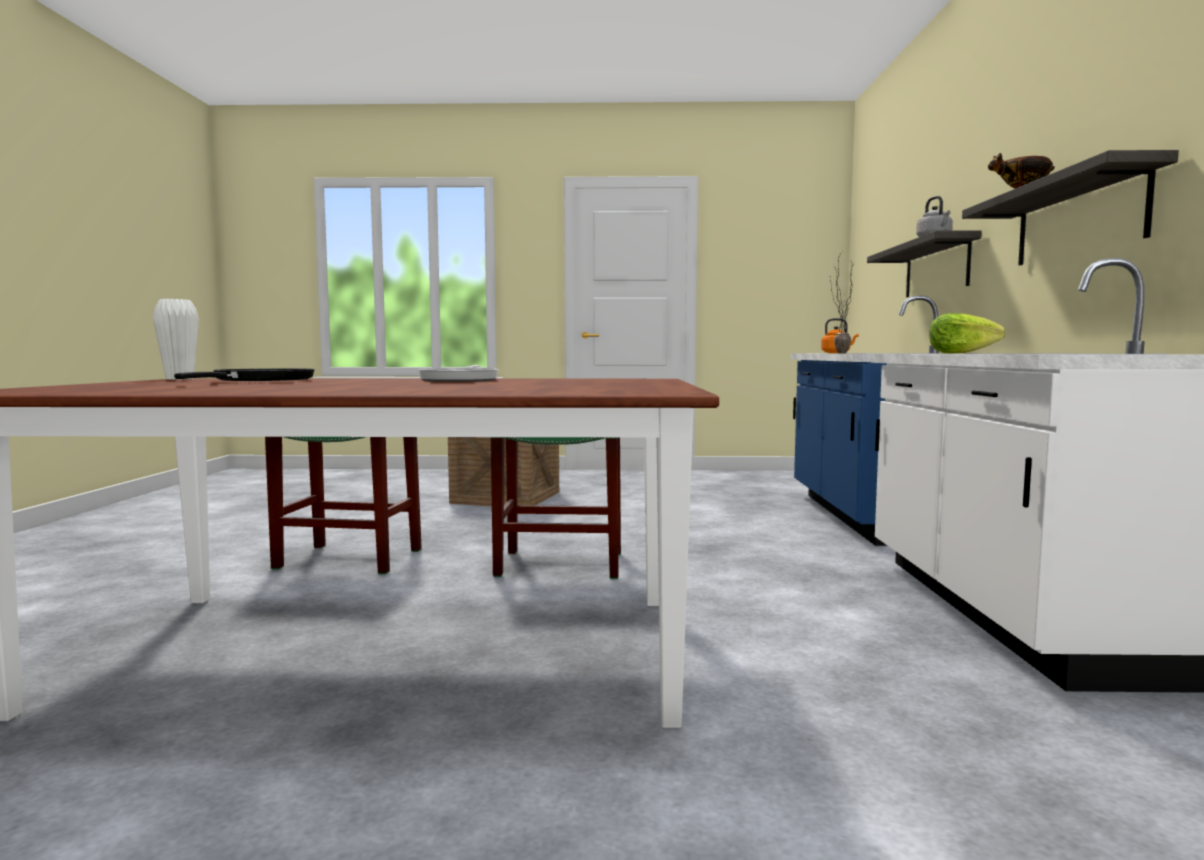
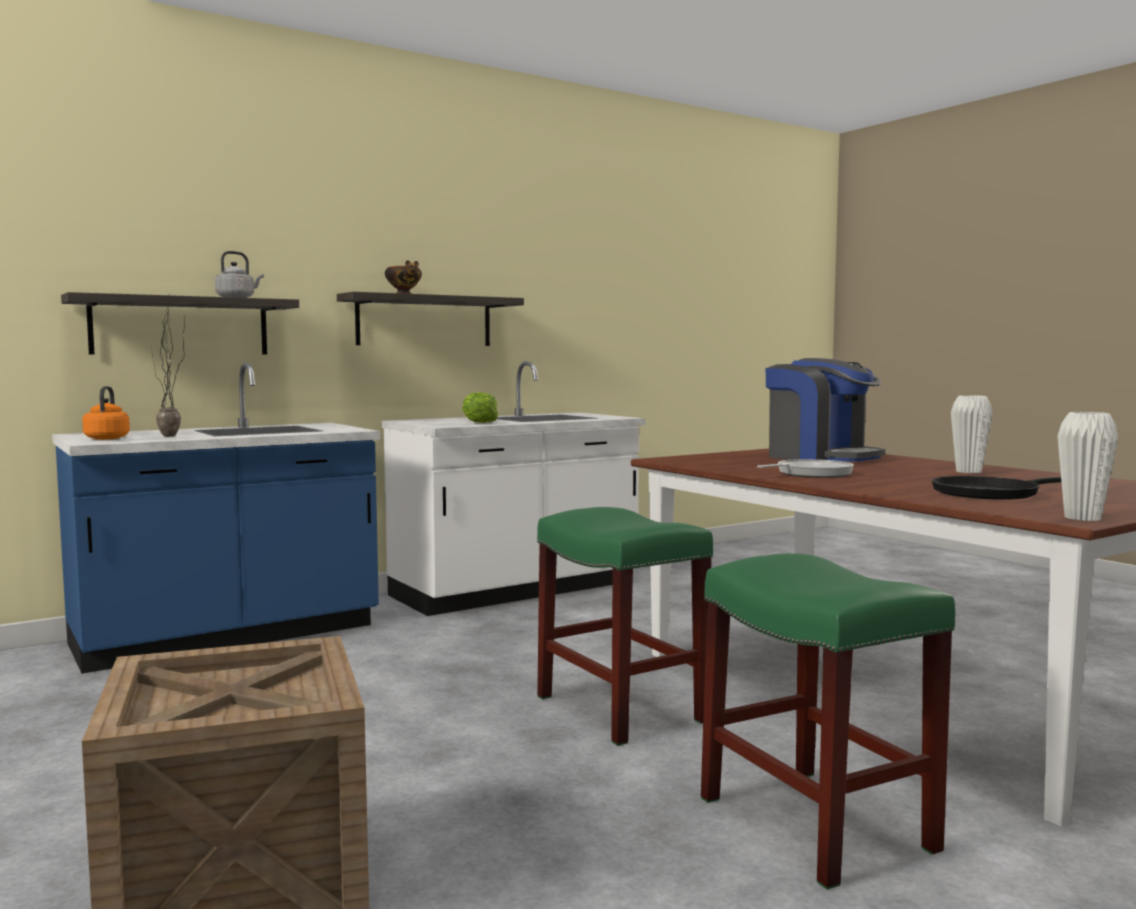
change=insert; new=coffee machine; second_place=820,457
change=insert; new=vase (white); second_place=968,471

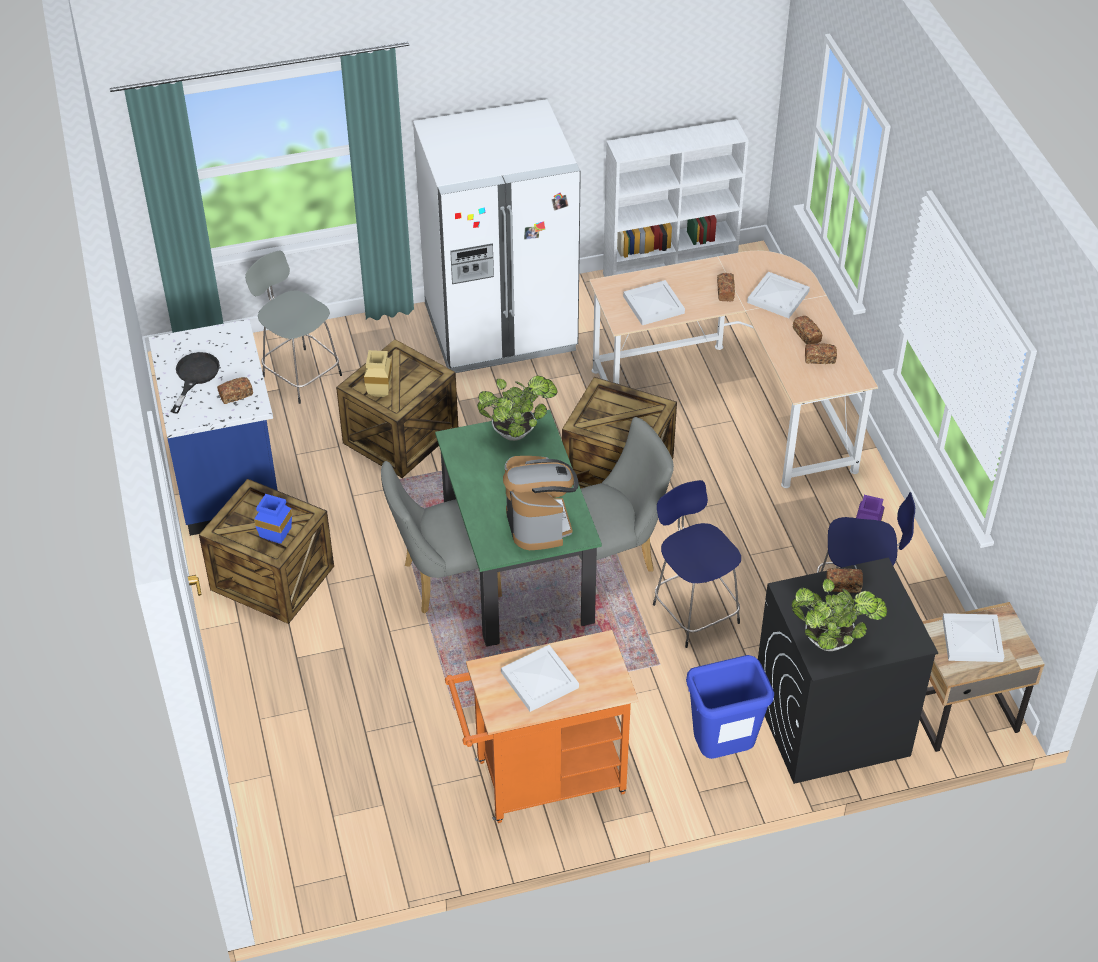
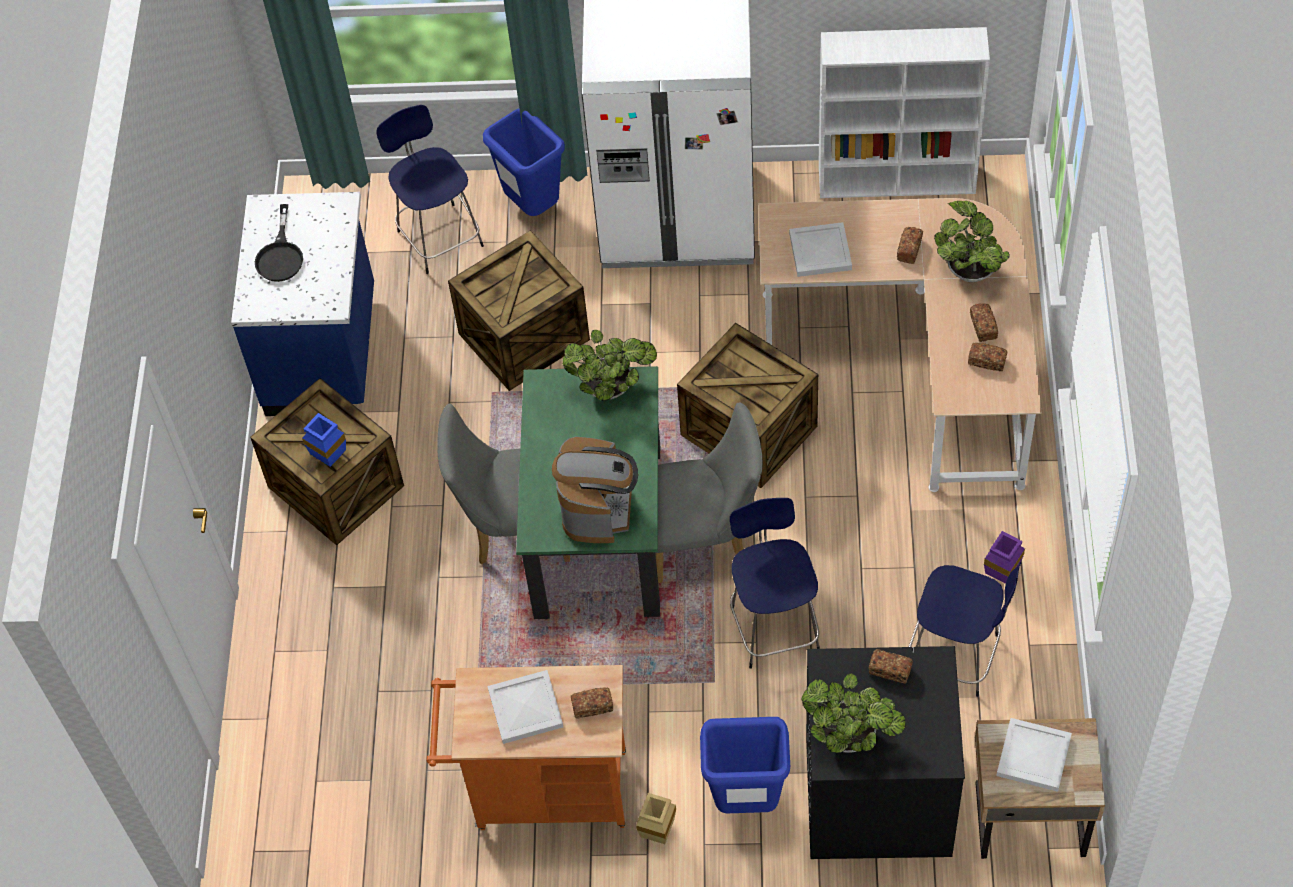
change=recolor; old=stool (grey); new=stool (blue); first_place=300,374; second_place=439,236
change=replace; old=tray (white); new=potted plant; first_place=778,298; second_place=969,269
change=move; old=vase (beige); first_place=379,392; second_place=657,830
change=rotate; old=frying pan (black); first_place=194,376; second_place=280,255; degrees=150
change=move; old=bread; first_place=236,395; second_place=592,706
change=insert; new=trash can (blue); second_place=532,206

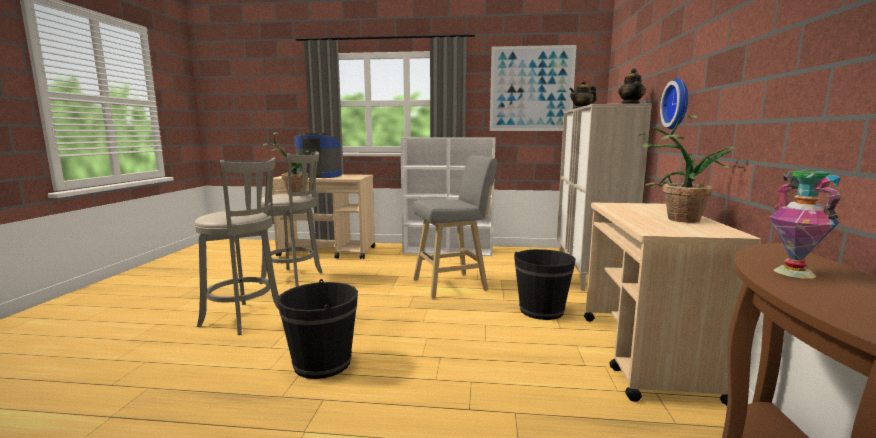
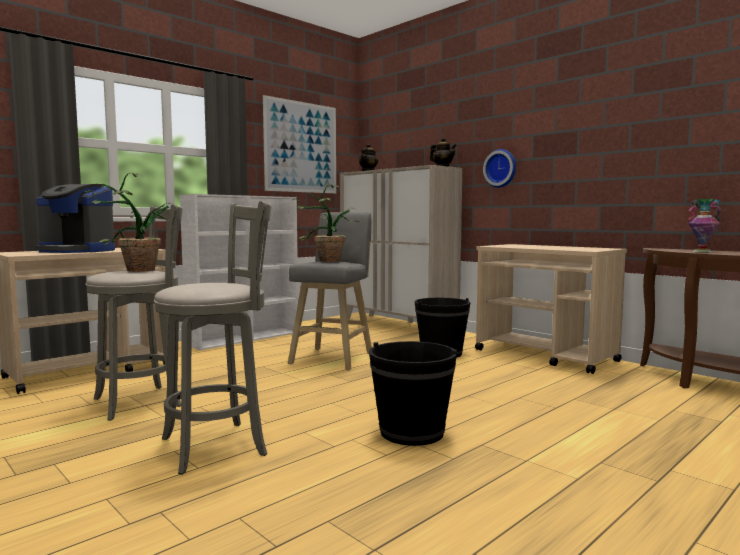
change=move; old=potted plant; first_place=674,219; second_place=324,261
change=rotate; old=coffee machine; first_place=319,176; second_place=76,251; degrees=-120

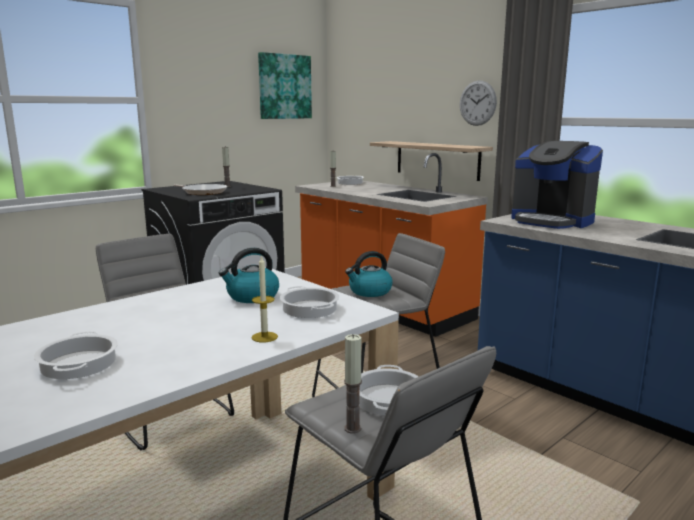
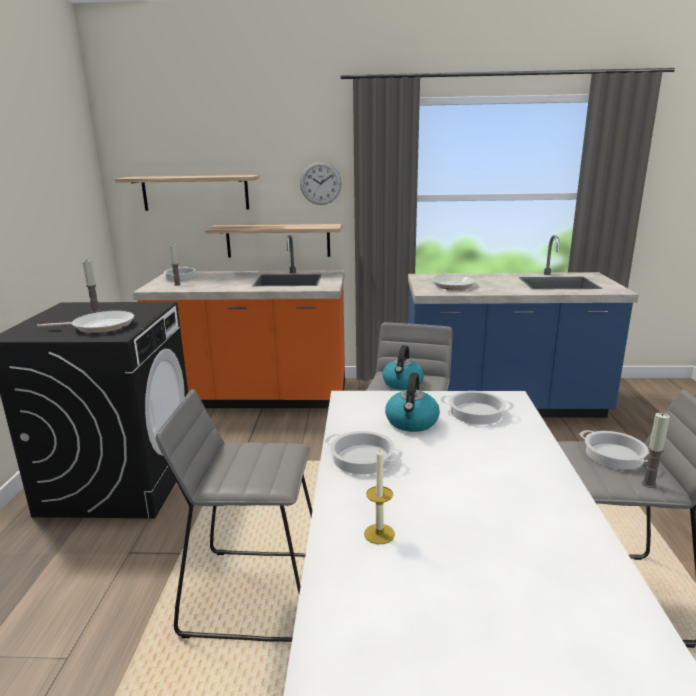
change=delete; old=picture; first_place=284,86
change=replace; old=coffee machine; new=frying pan; first_place=552,221; second_place=453,285
change=move; old=candle; first_place=264,337; second_place=379,534
change=move; old=cooking pot; first_place=78,363; second_place=361,458
change=insert; new=shelf; second_place=195,193

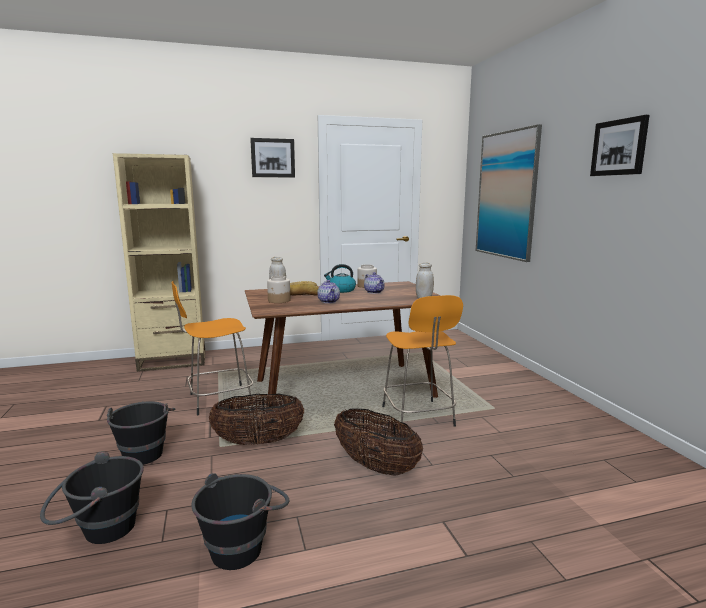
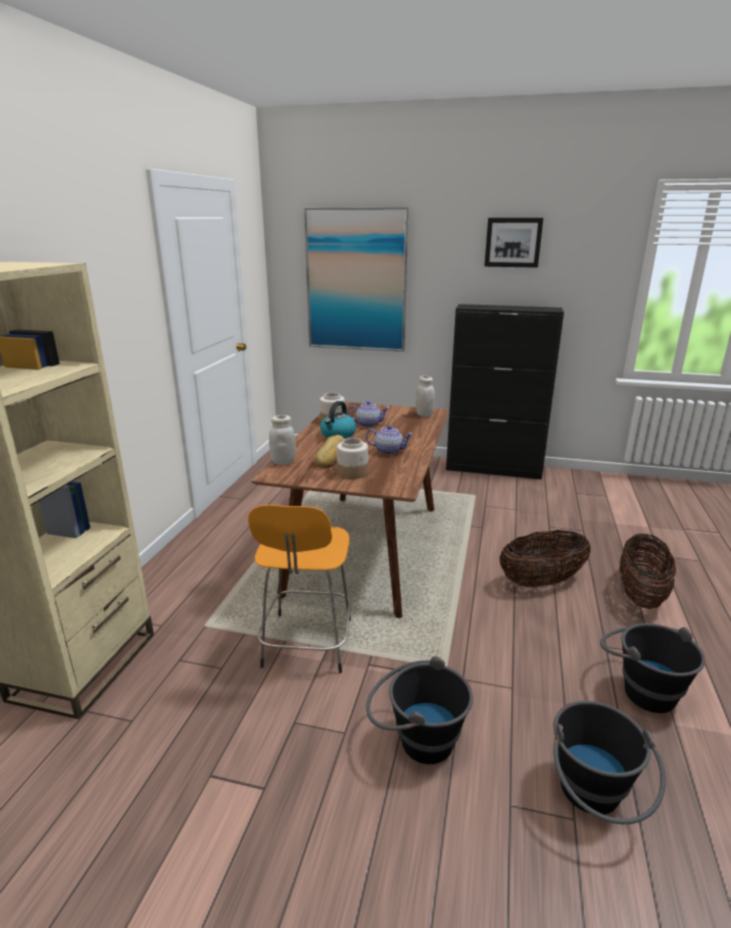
change=delete; old=picture; first_place=272,158
change=delete; old=stool (orange); first_place=418,418
change=move; old=basket; first_place=258,442; second_place=640,594
change=insert; new=cabinet (black); second_place=494,469

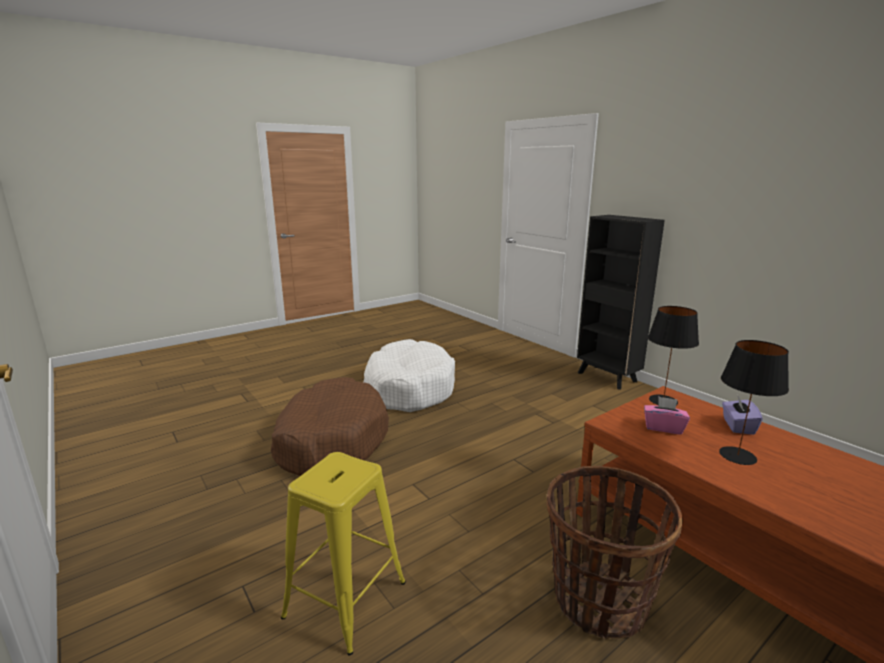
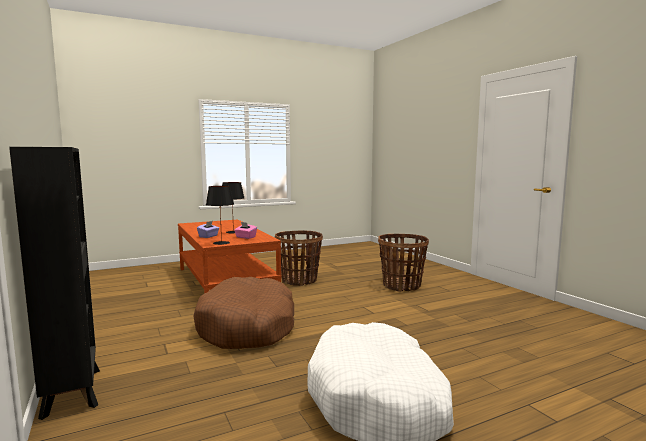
change=move; old=dog bed (brown); first_place=330,440; second_place=248,327
change=replace; old=stool (yellow); new=basket; first_place=345,599; second_place=401,286

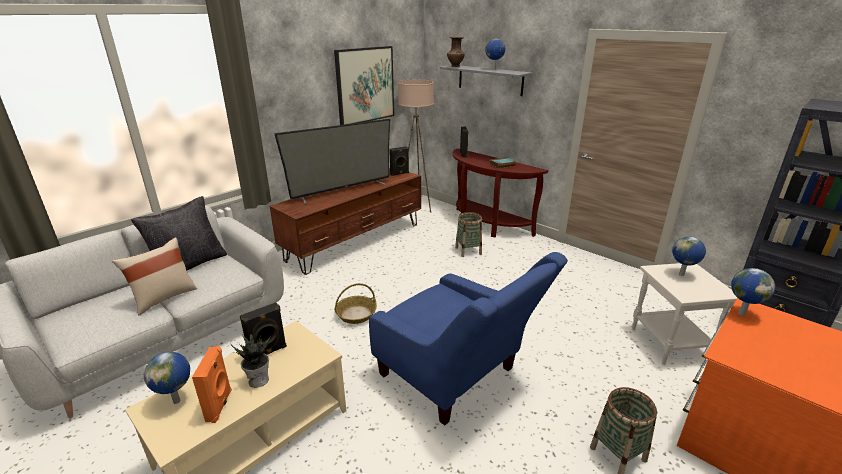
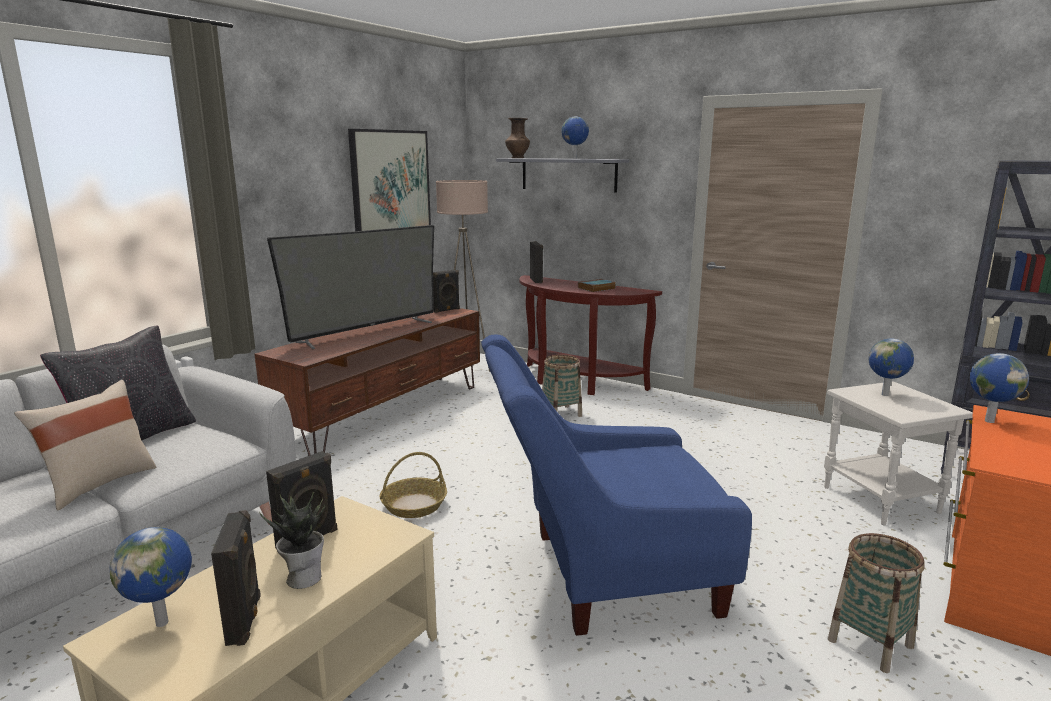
change=rotate; old=armchair (blue); first_place=457,379; second_place=601,575; degrees=135
change=recolor; old=speaker (orange); new=speaker (black); first_place=220,405; second_place=245,620

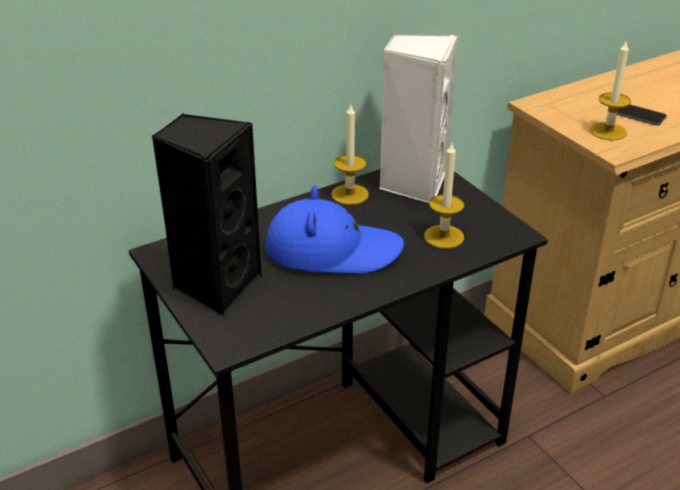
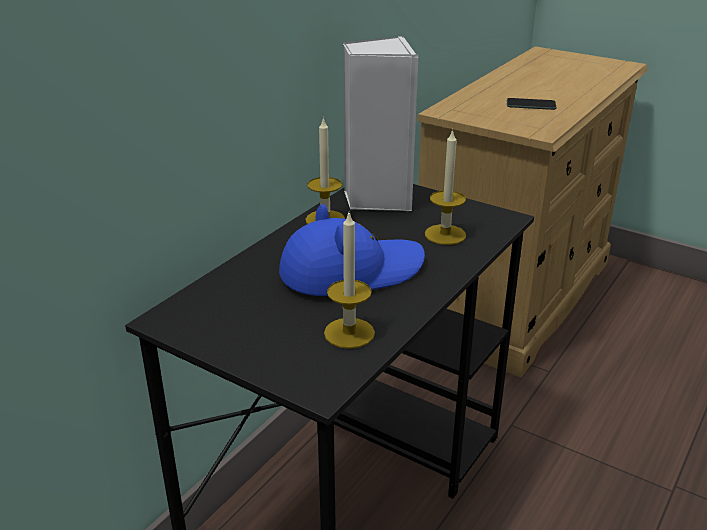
change=move; old=candle; first_place=608,131; second_place=349,333
change=delete; old=speaker (black); first_place=215,285

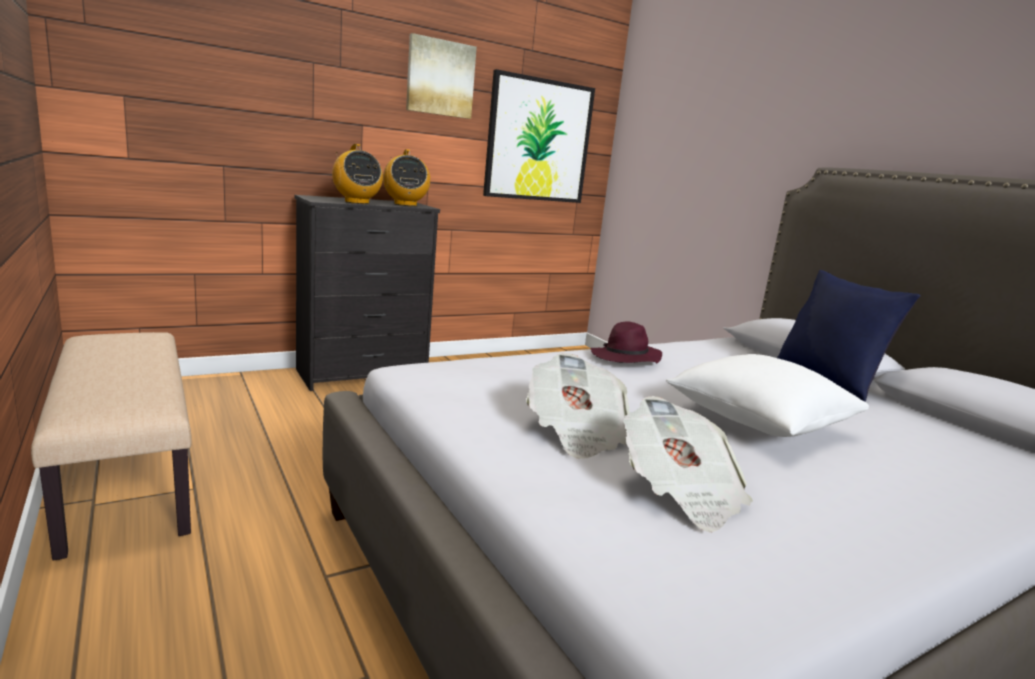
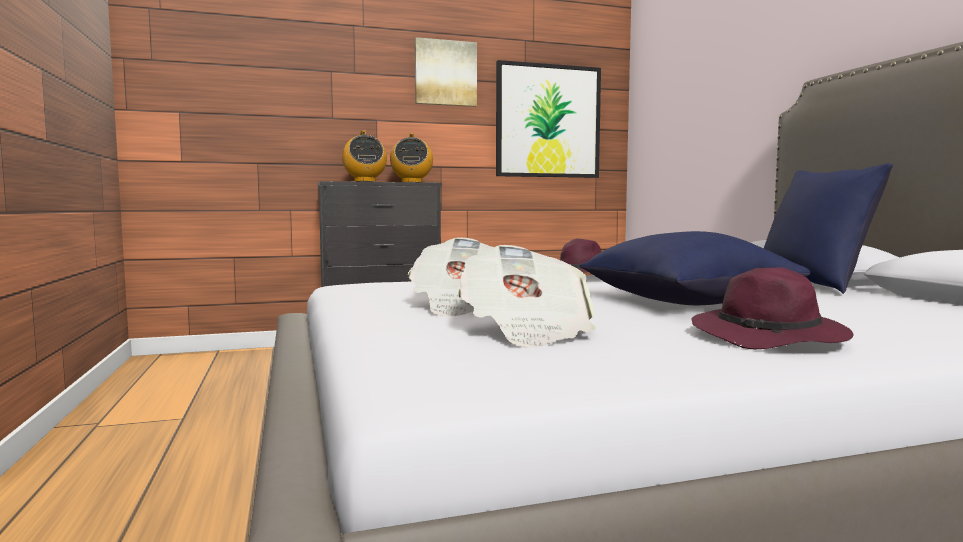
change=delete; old=bench (beige); first_place=125,476
change=recolor; old=pillow (white); new=pillow (blue); first_place=758,421; second_place=685,302
change=insert; new=hat (purple); second_place=770,338

